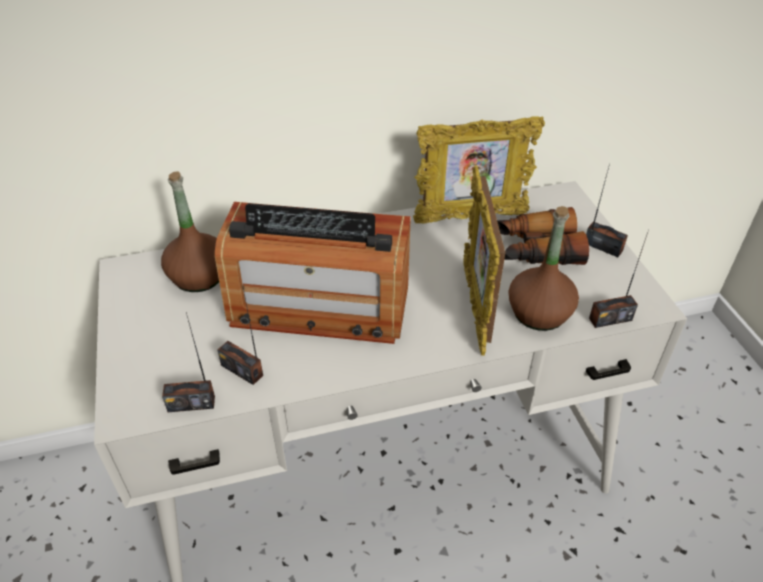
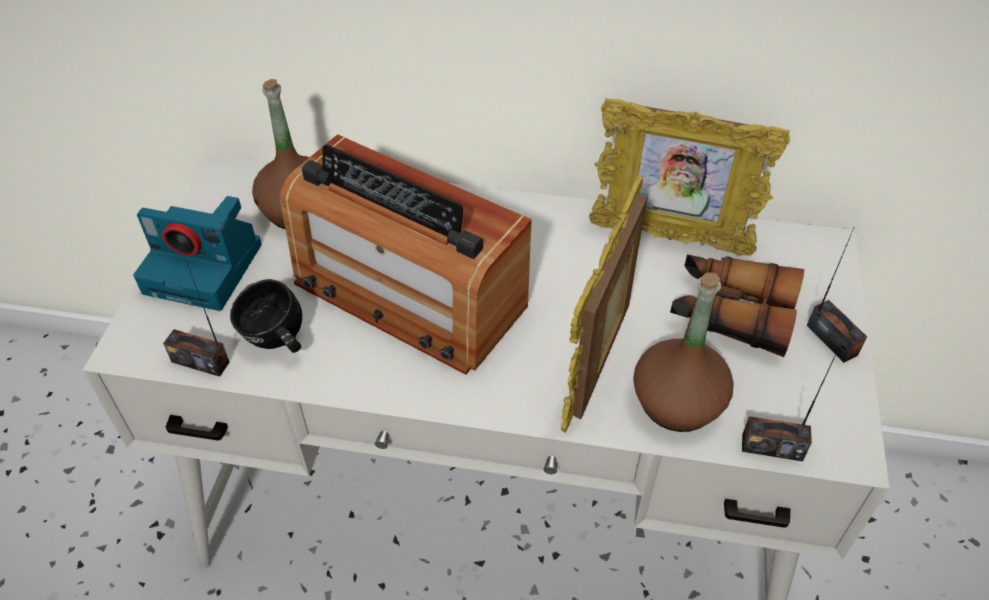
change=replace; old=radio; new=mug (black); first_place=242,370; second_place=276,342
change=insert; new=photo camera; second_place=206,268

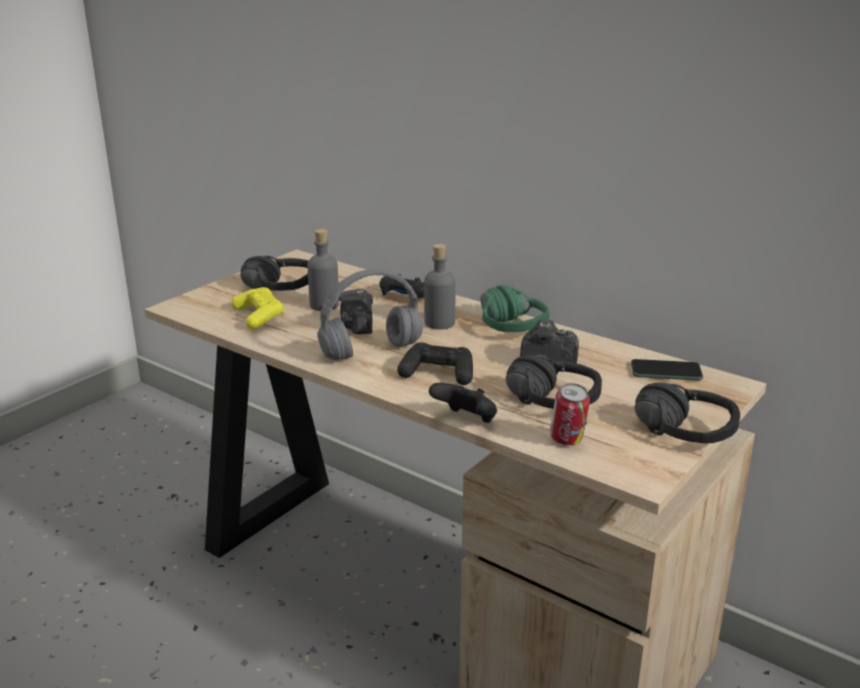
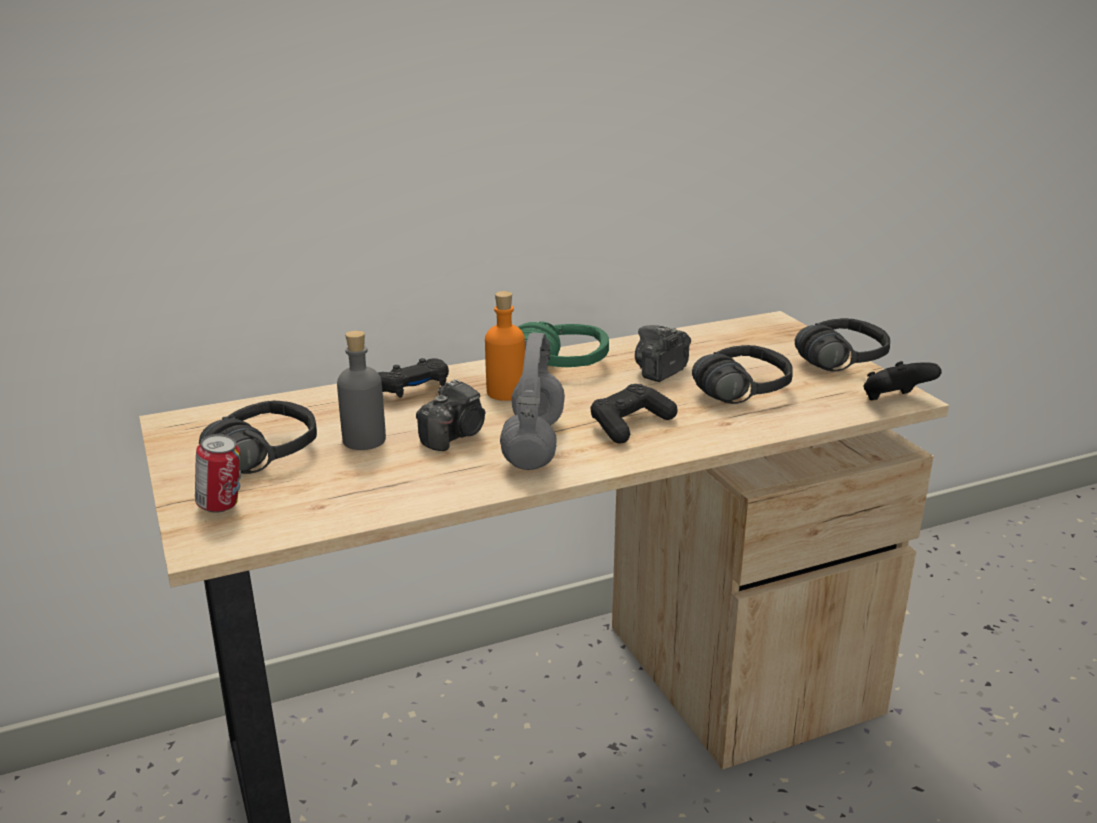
change=recolor; old=bottle (grey); new=bottle (orange); first_place=439,323; second_place=506,392
change=delete; old=game controller (yellow); first_place=258,316
change=rotate; old=photo camera; first_place=358,326; second_place=455,435; degrees=-75
change=delete; old=phone; first_place=666,371
change=move; old=game controller (black); first_place=466,421; second_place=894,401
change=move; old=can; first_place=567,441; second_place=222,507

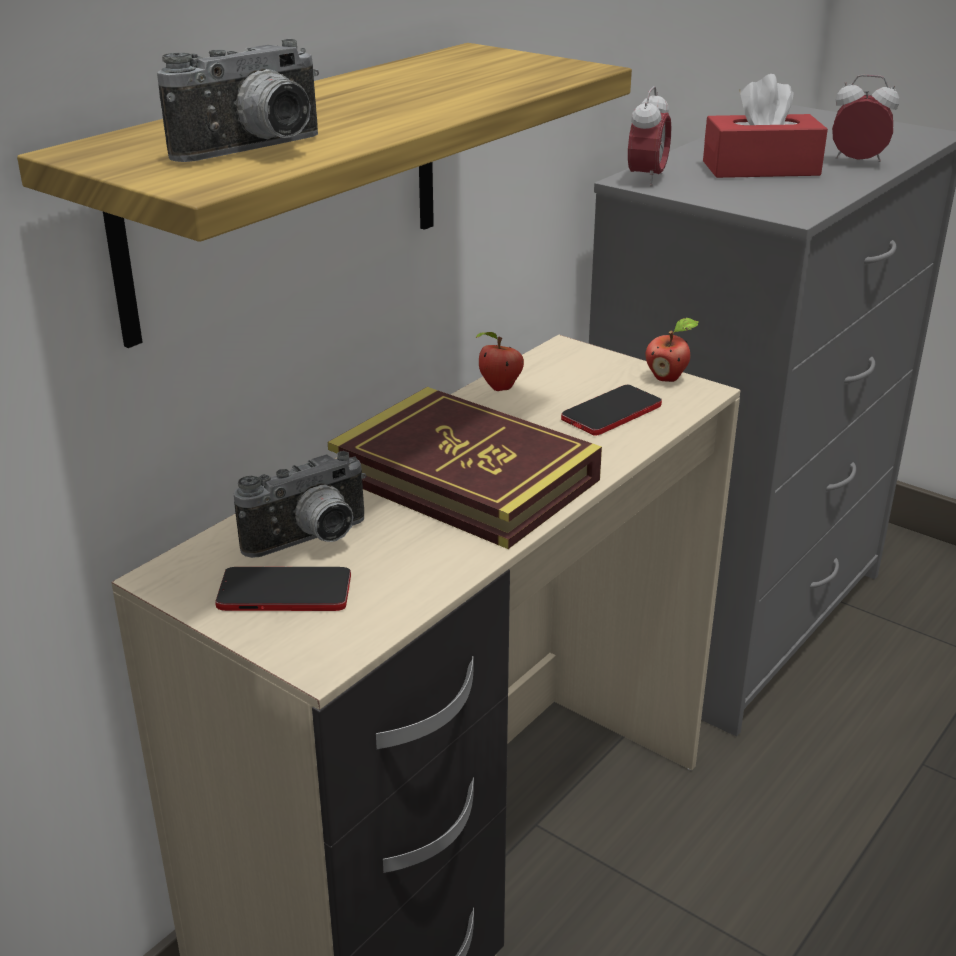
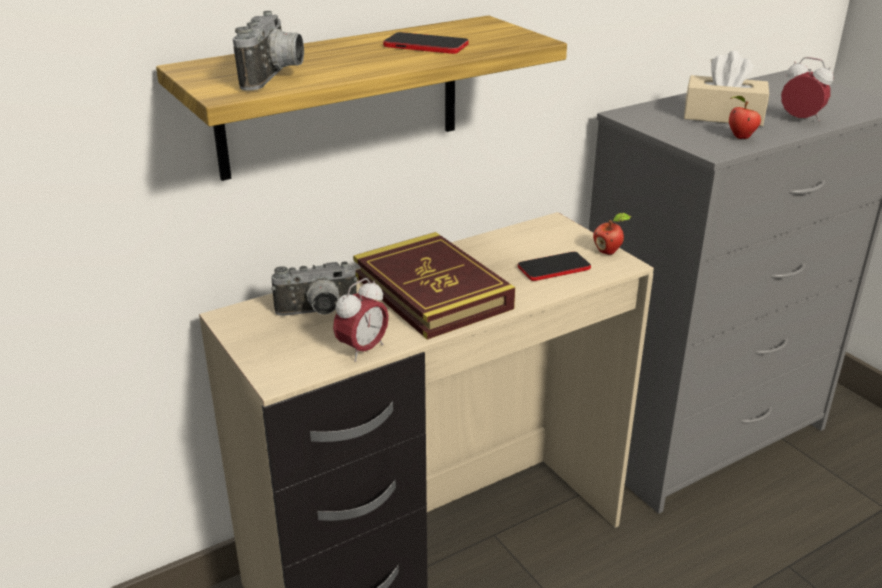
change=rotate; old=photo camera; first_place=258,151; second_place=275,77; degrees=-60
change=recolor; old=tissue box (red); new=tissue box (beige); first_place=760,168; second_place=723,116
change=move; old=alarm clock; first_place=646,179; second_place=362,350
change=move; old=apple; first_place=499,388; second_place=740,137
change=move; old=phone; first_place=284,592; second_place=426,45

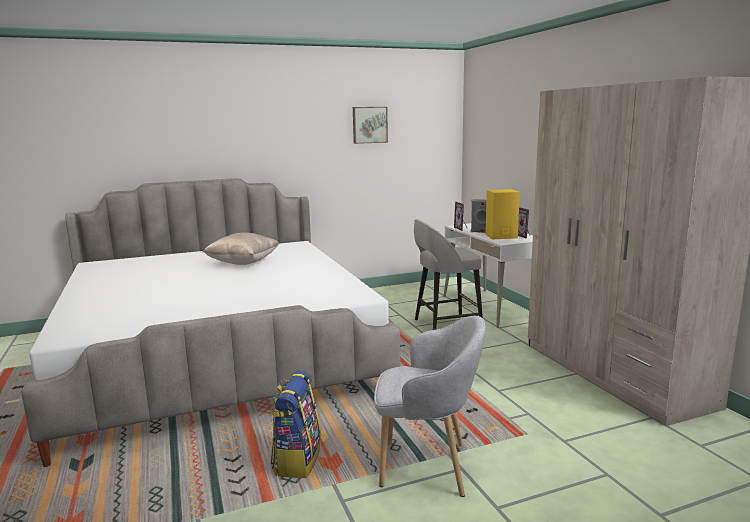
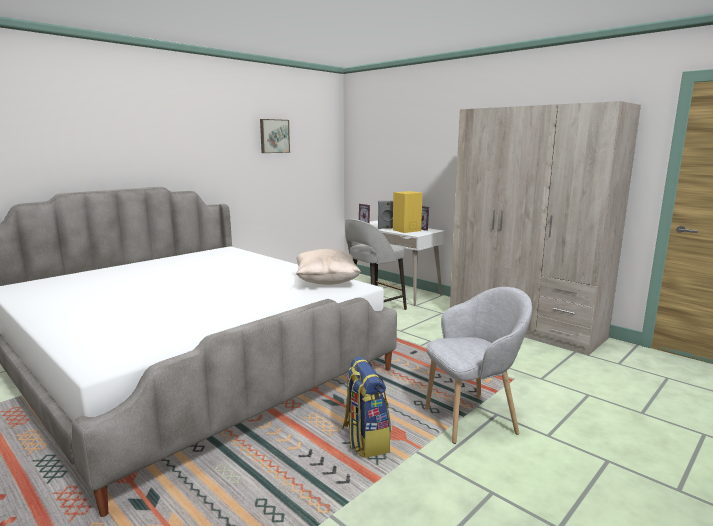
change=move; old=pillow (beige); first_place=243,263; second_place=326,282

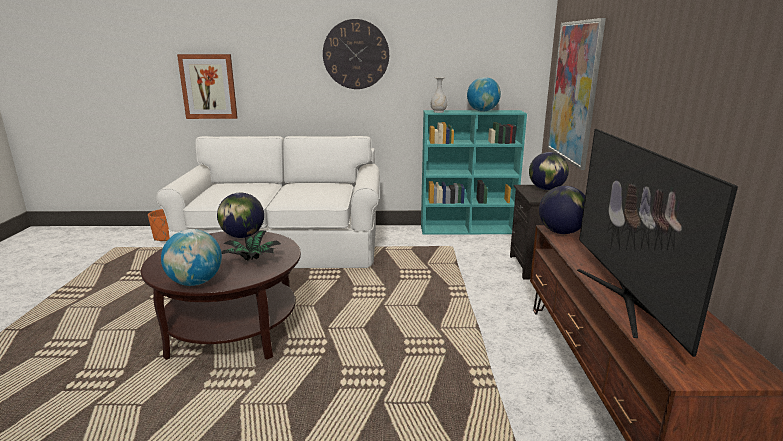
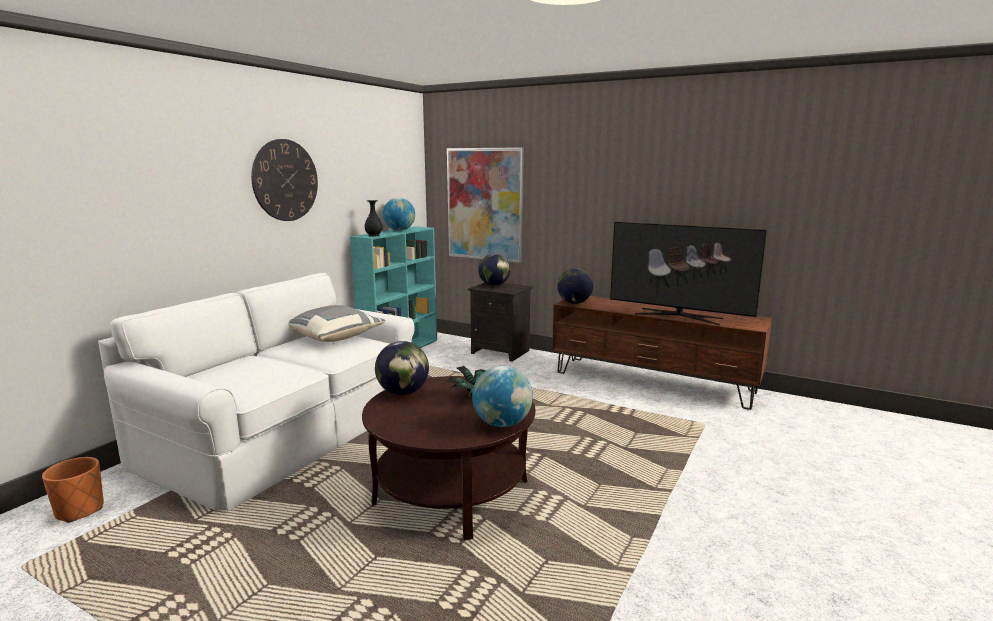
change=delete; old=picture; first_place=208,87
change=recolor; old=vase (white); new=vase (black); first_place=439,112; second_place=374,235
change=insert; new=pillow (grey); second_place=334,337

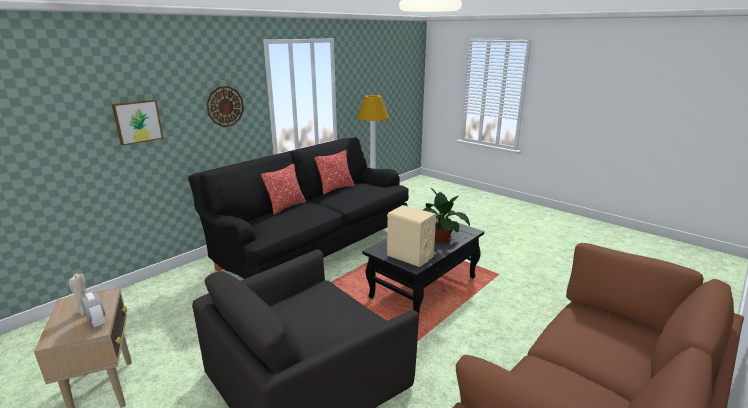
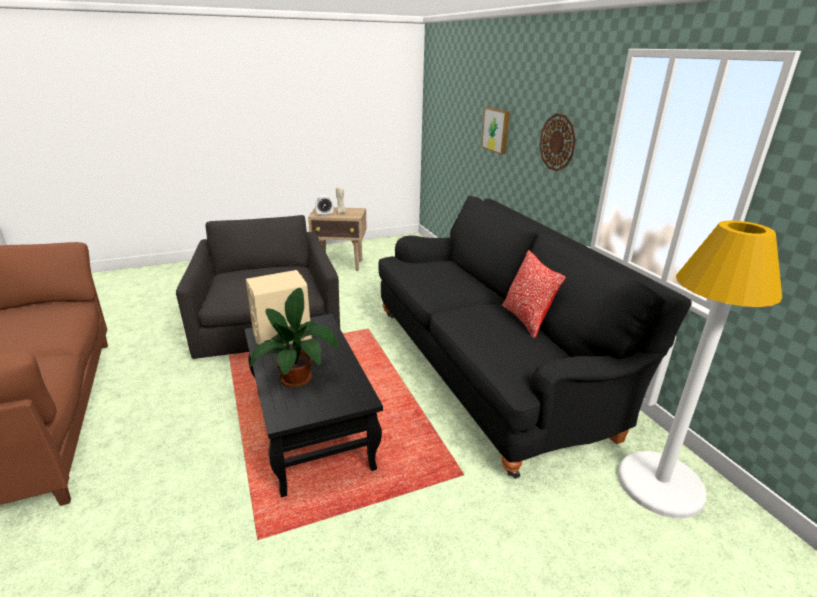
change=delete; old=pillow; first_place=286,207

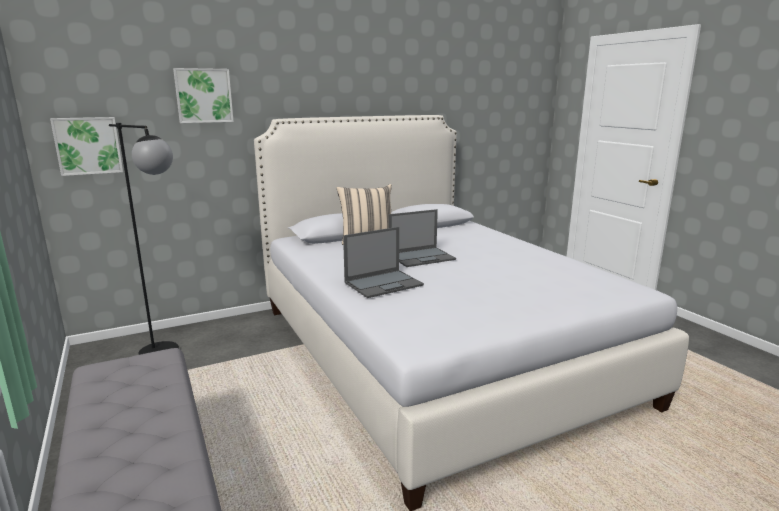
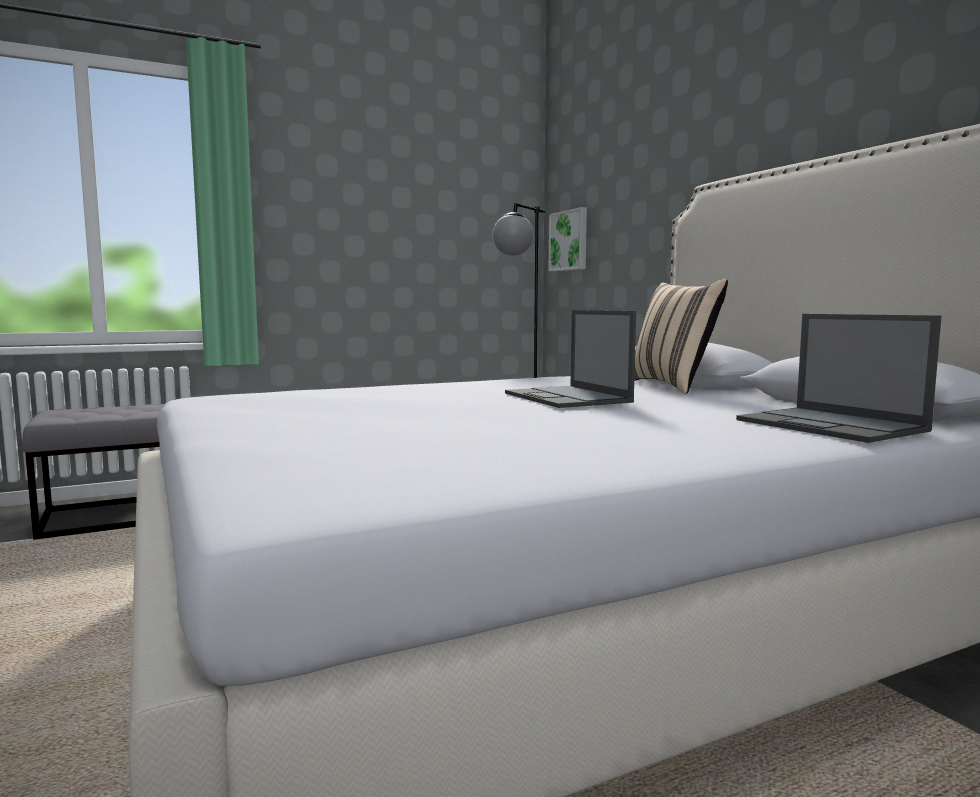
change=delete; old=picture; first_place=203,95
change=move; old=laptop; first_place=384,283; second_place=832,426

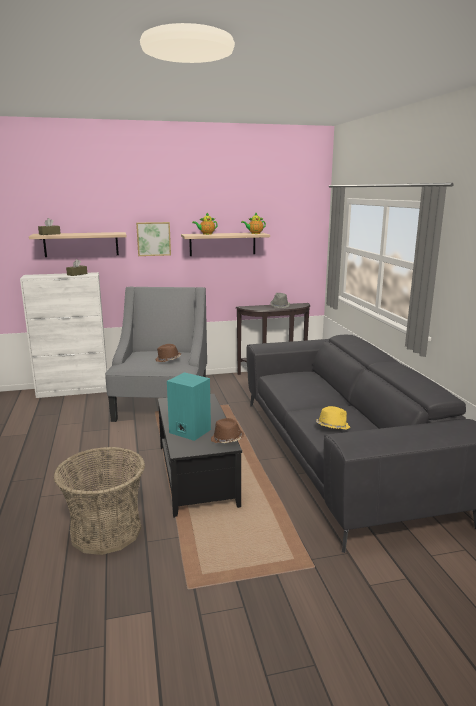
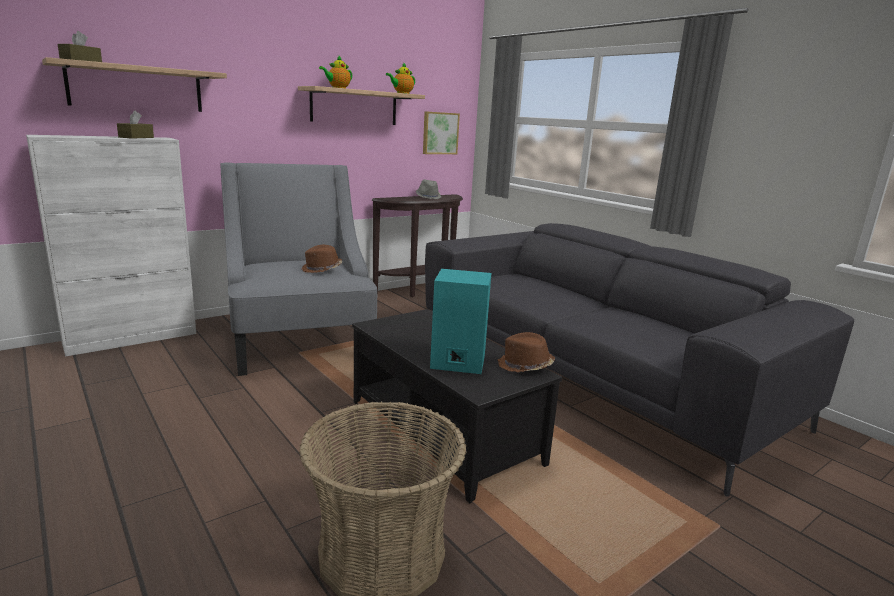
change=move; old=picture; first_place=153,238; second_place=439,133
change=delete; old=hat (yellow); first_place=332,427

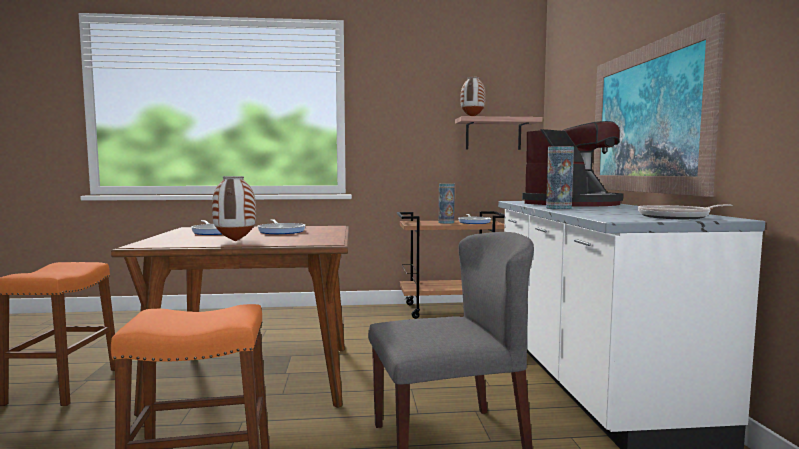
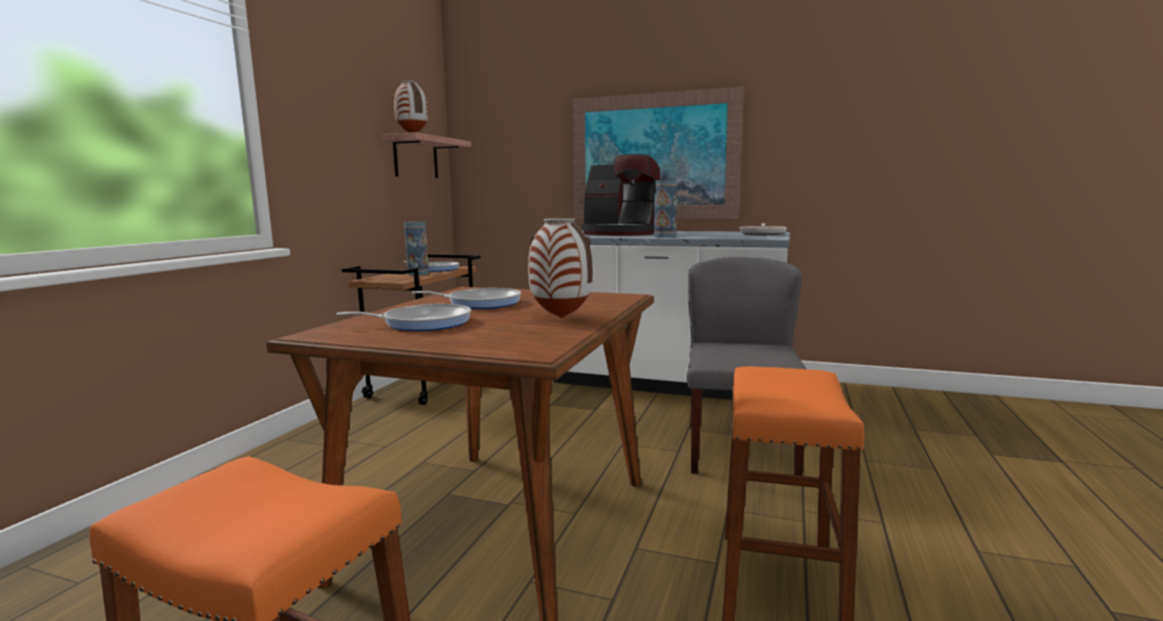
change=rotate; old=coffee machine; first_place=574,204; second_place=621,233; degrees=120

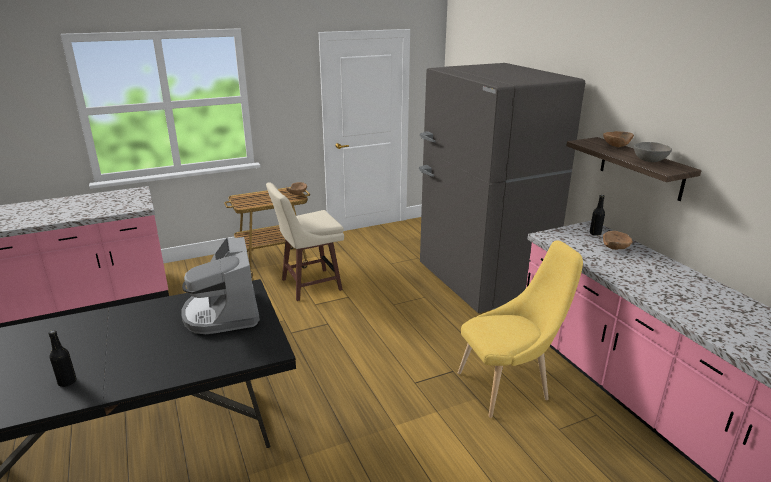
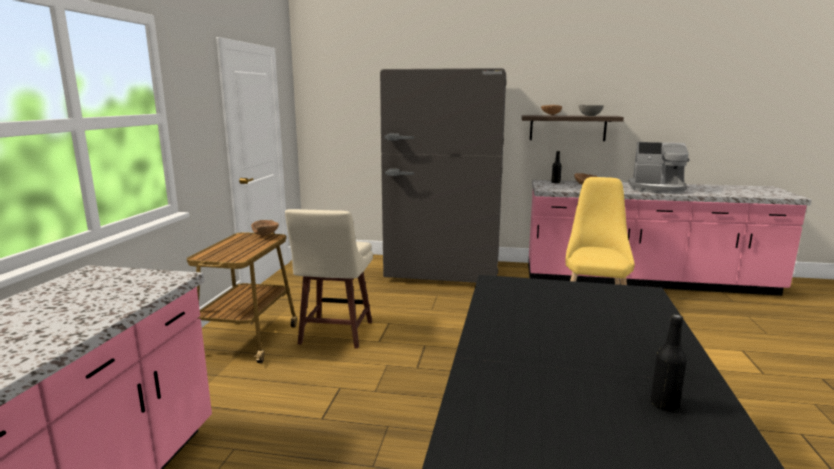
change=move; old=coffee machine; first_place=223,313; second_place=657,189

